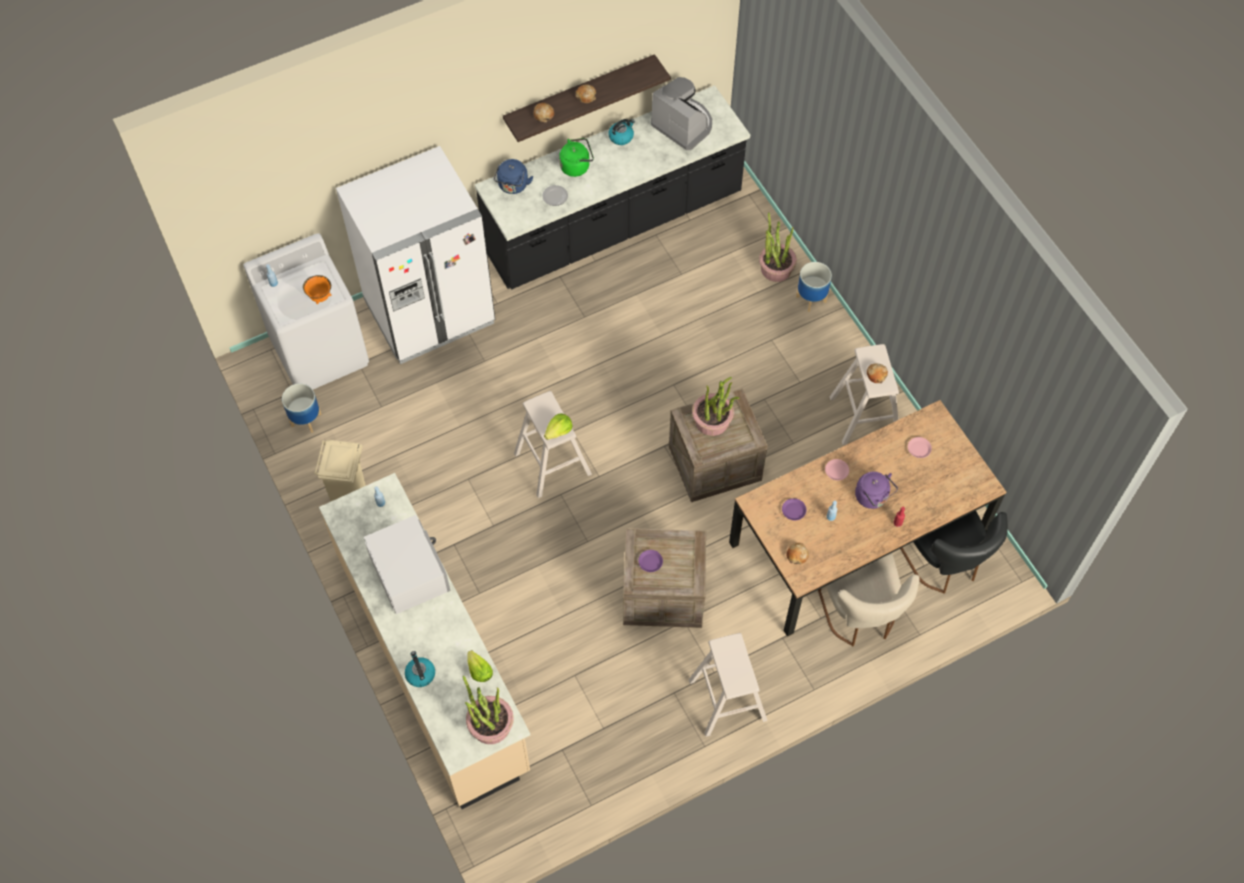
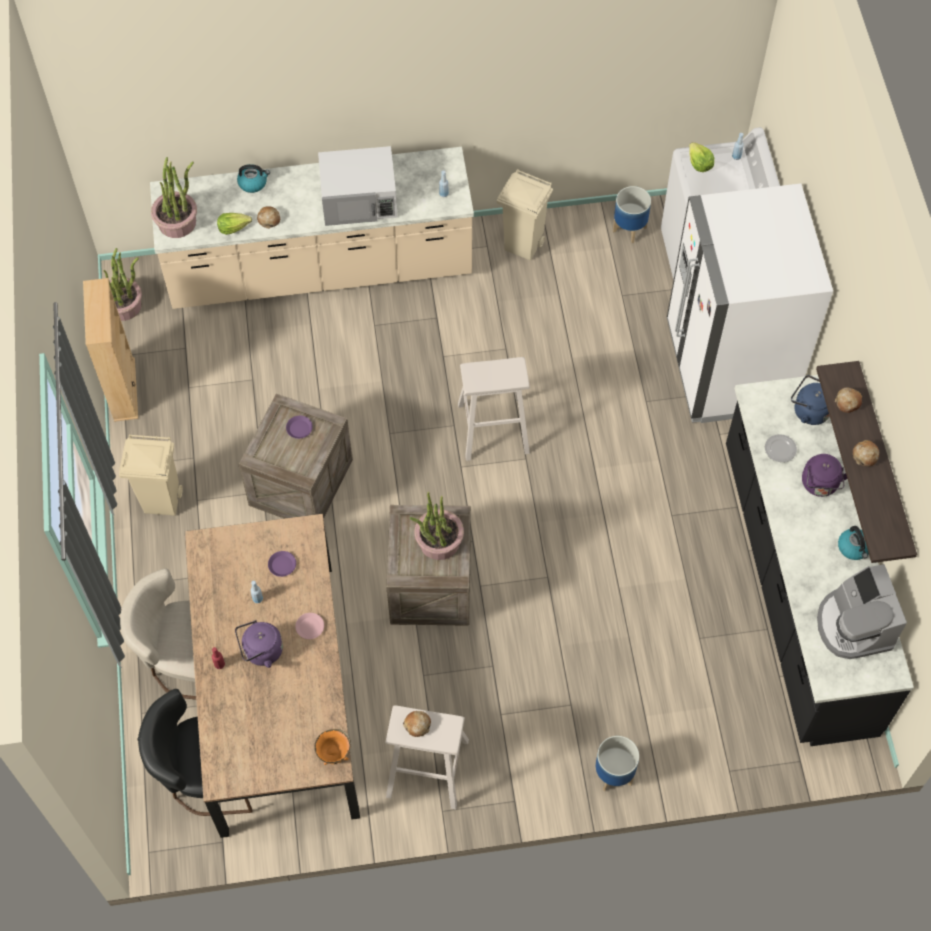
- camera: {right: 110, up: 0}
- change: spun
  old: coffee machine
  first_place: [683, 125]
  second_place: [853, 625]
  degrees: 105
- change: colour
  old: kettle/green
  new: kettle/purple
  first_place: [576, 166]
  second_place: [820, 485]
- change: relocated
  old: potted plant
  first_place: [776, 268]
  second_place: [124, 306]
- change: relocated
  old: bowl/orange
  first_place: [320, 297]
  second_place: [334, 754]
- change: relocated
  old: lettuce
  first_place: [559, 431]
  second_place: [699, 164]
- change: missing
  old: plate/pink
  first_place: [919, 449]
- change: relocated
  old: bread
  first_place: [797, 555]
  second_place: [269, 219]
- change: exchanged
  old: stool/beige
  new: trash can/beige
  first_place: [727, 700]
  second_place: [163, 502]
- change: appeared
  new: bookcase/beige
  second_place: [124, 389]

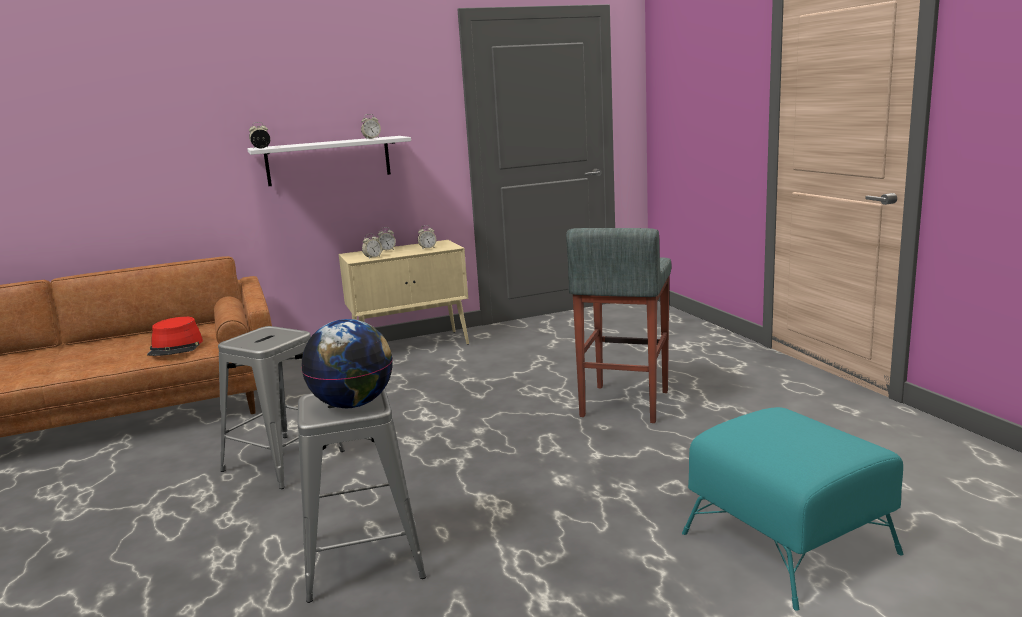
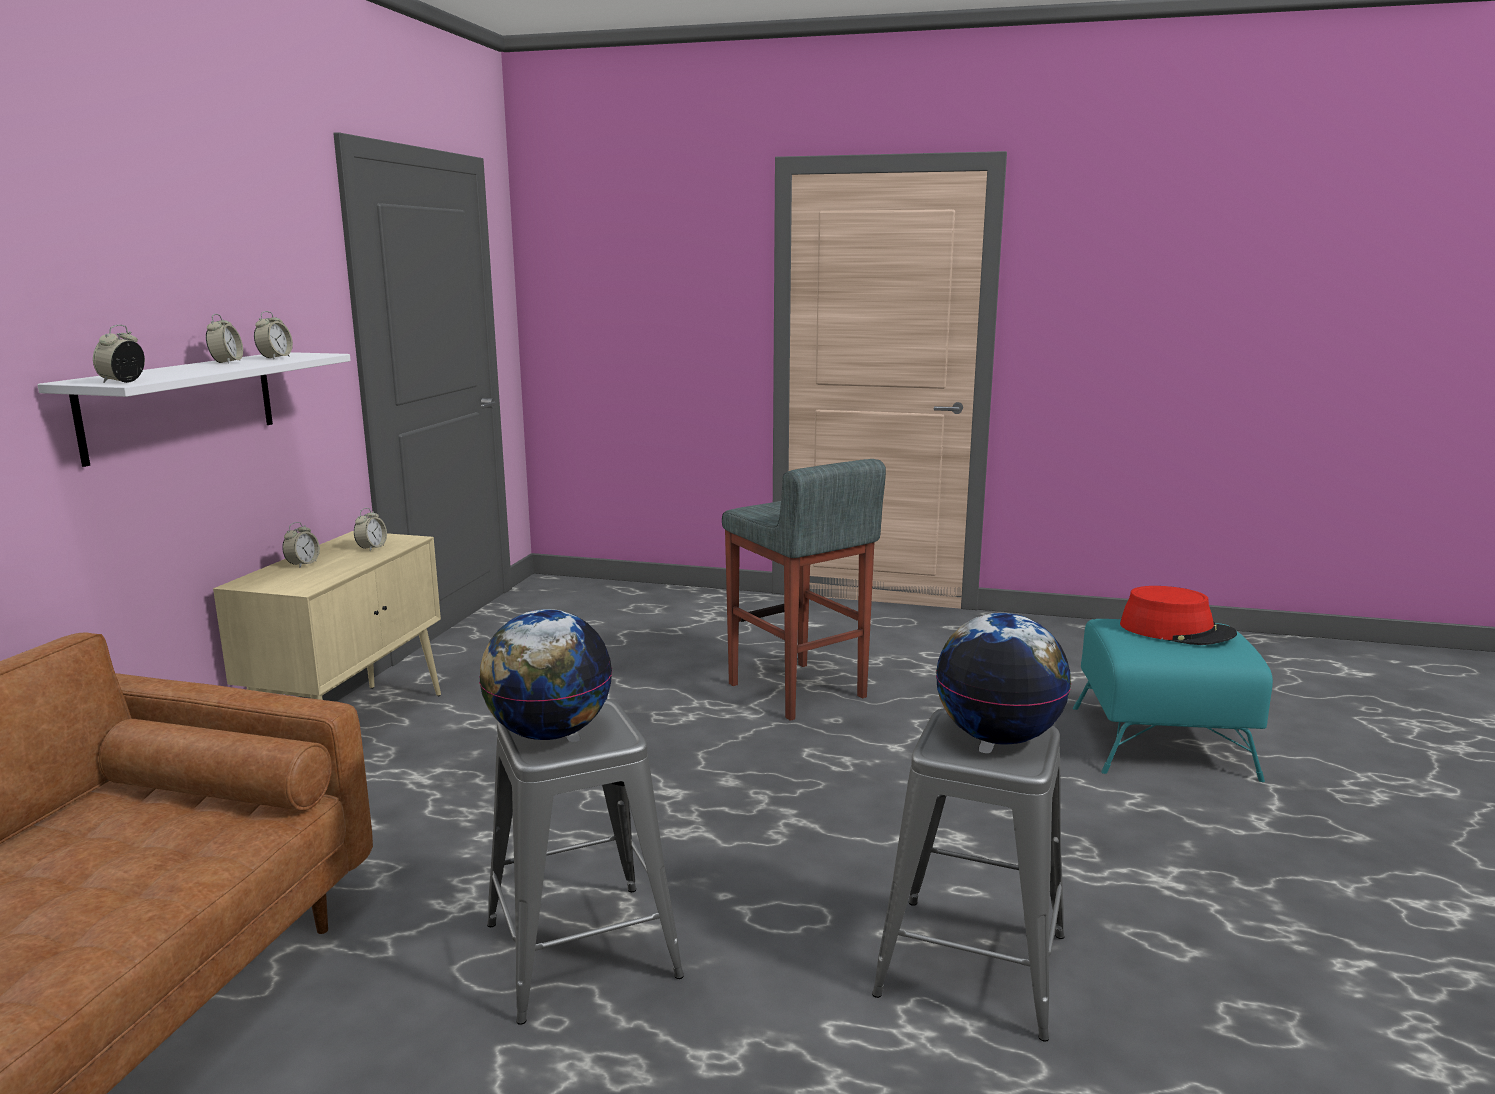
- camera: {right: -55, up: 0}
- change: relocated
  old: alarm clock
  first_place: [373, 257]
  second_place: [227, 362]
- change: relocated
  old: hat/red
  first_place: [176, 347]
  second_place: [1176, 630]
- change: appeared
  new: globe
  second_place: [549, 733]

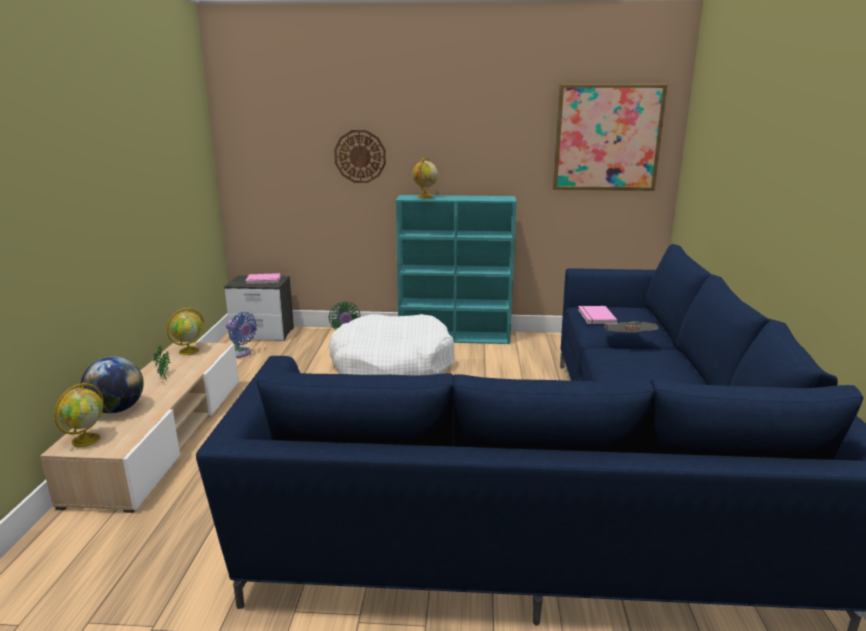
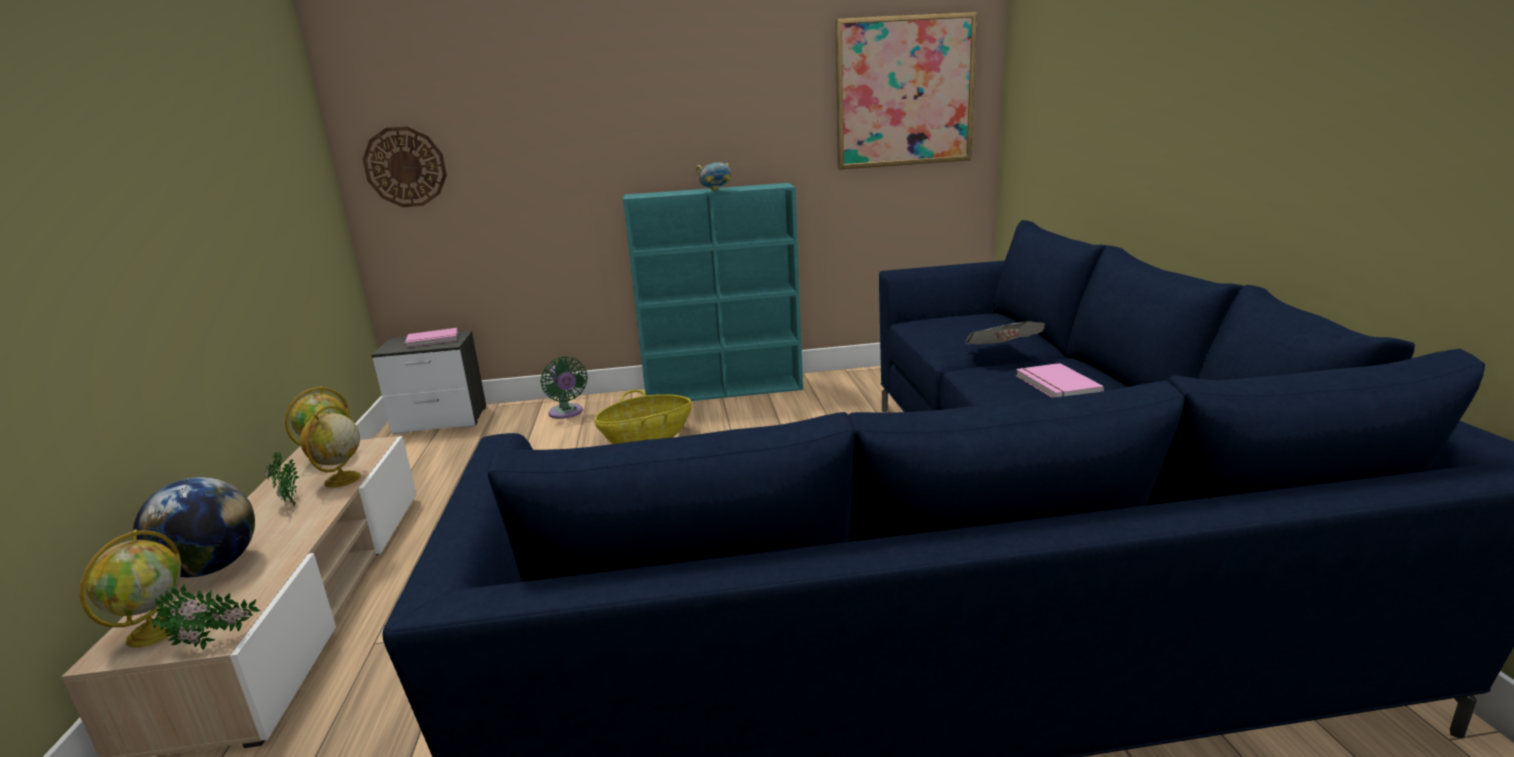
- camera: {right: -10, up: 0}
- change: relocated
  old: wall clock
  first_place: [360, 156]
  second_place: [405, 167]
- change: relocated
  old: globe
  first_place: [425, 197]
  second_place: [342, 480]
- change: relocated
  old: book/pink
  first_place: [595, 316]
  second_place: [1055, 385]
- change: missing
  old: fan/blue
  first_place: [240, 353]
- change: exchanged
  old: dog bed/white
  new: basket
  first_place: [392, 364]
  second_place: [646, 438]
- change: appeared
  new: bowl
  second_place: [716, 191]
- change: appeared
  new: potted plant
  second_place: [216, 643]

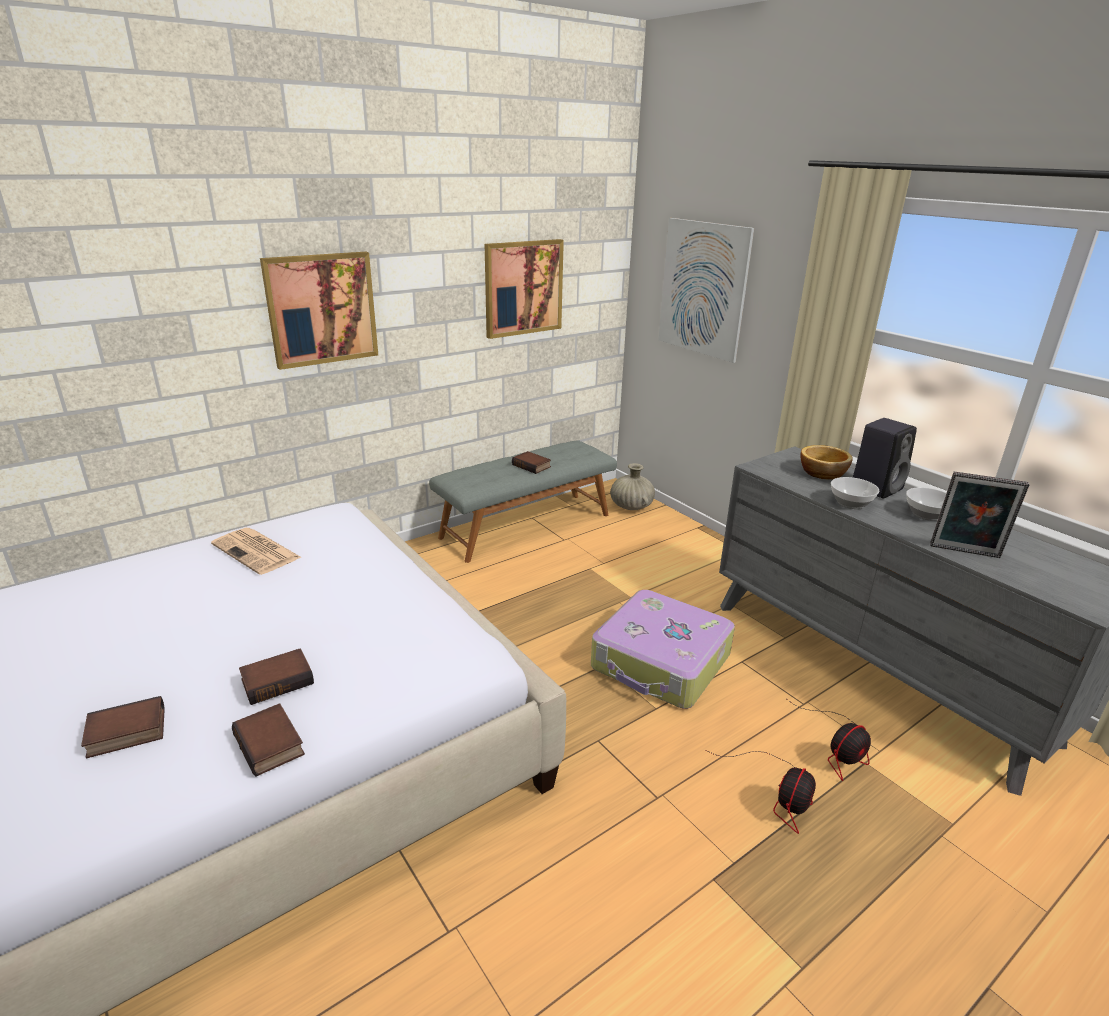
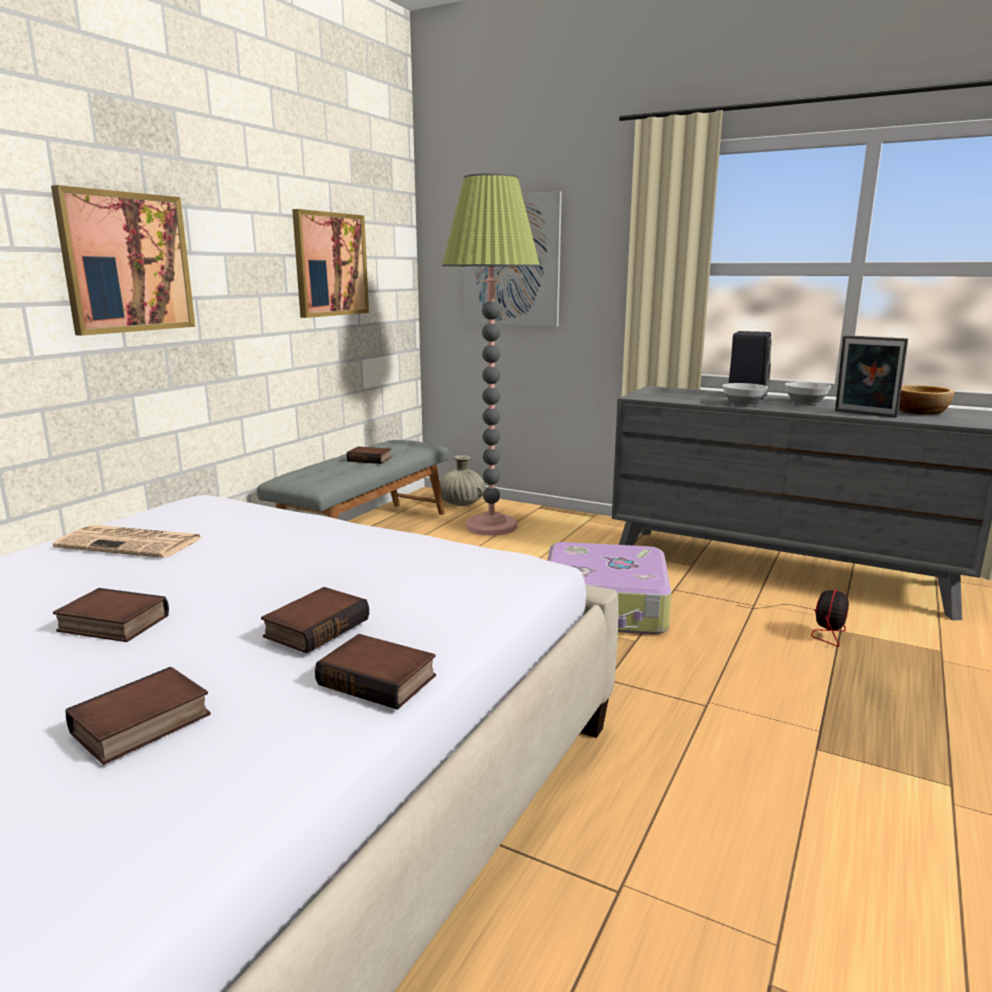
- camera: {right: -25, up: -10}
- change: relocated
  old: bowl
  first_place: [823, 473]
  second_place: [920, 411]
- change: spun
  old: picture frame
  first_place: [965, 553]
  second_place: [864, 414]
  degrees: 45
- change: missing
  old: fan
  first_place: [779, 794]
- change: appeared
  new: floor lamp
  second_place: [491, 526]
- change: appeared
  new: book
  second_place: [110, 624]

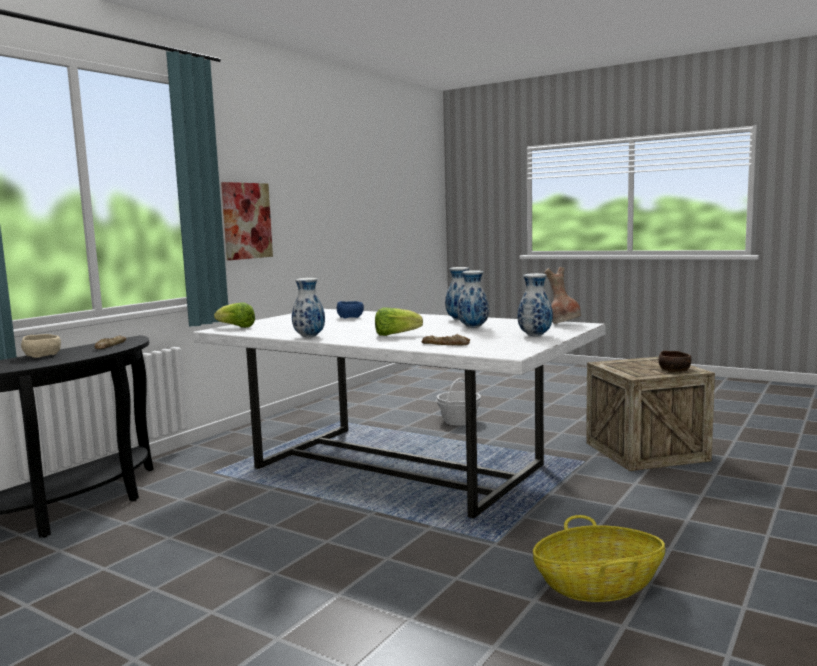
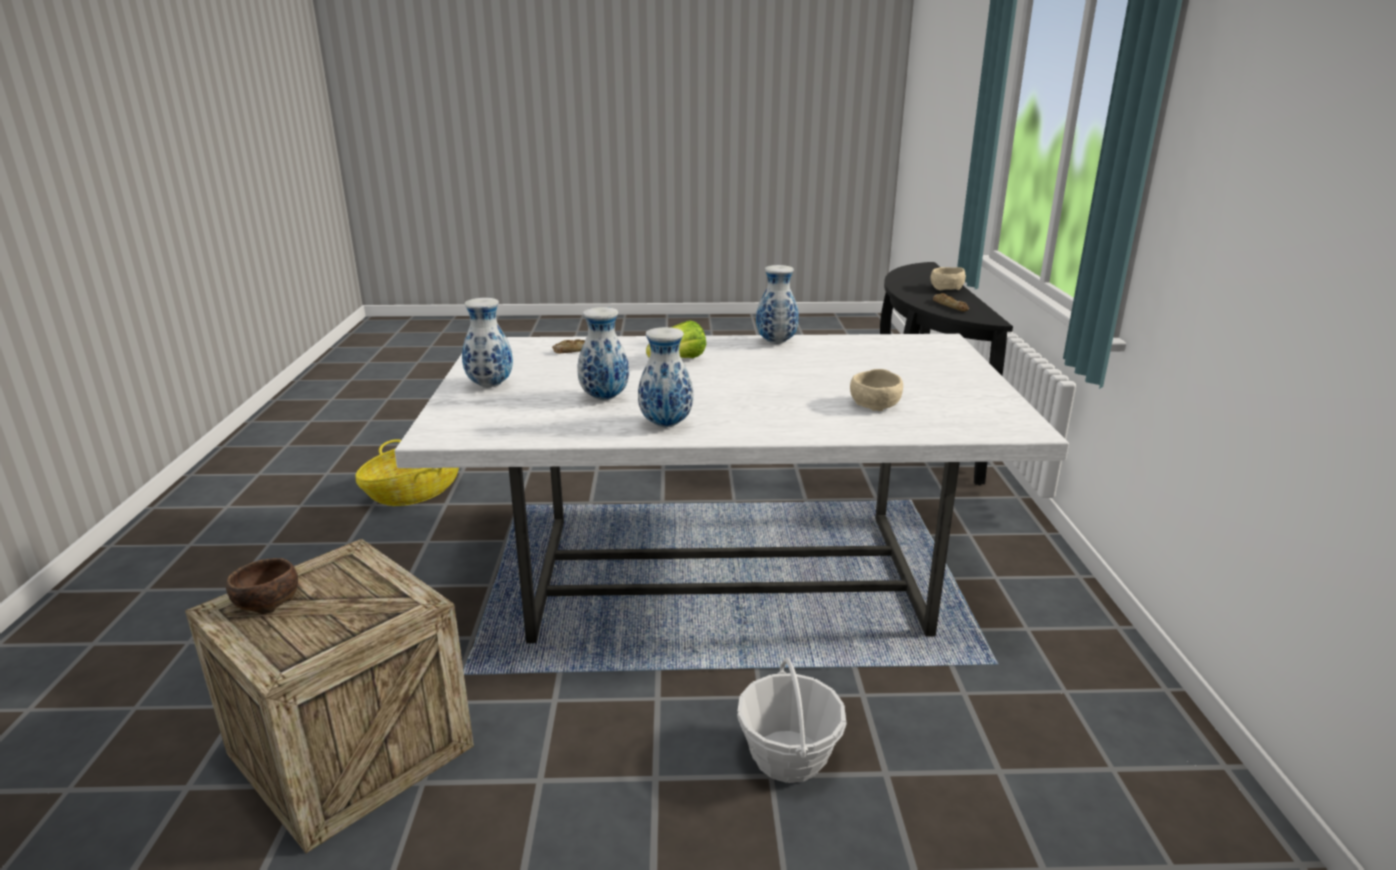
- camera: {right: 145, up: 15}
- change: missing
  old: picture
  first_place: [246, 221]
- change: missing
  old: vase/brown
  first_place: [564, 324]
- change: colour
  old: bowl/blue
  new: bowl/beige
  first_place: [351, 317]
  second_place: [875, 405]
- change: missing
  old: lettuce
  first_place: [236, 327]

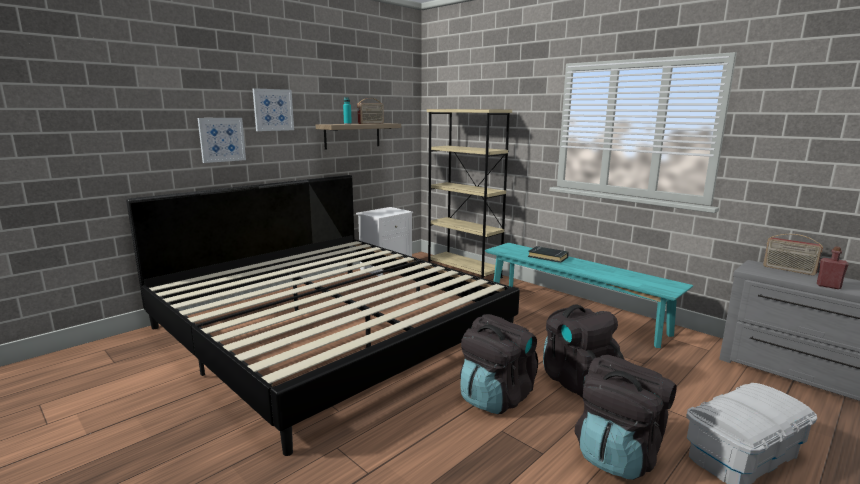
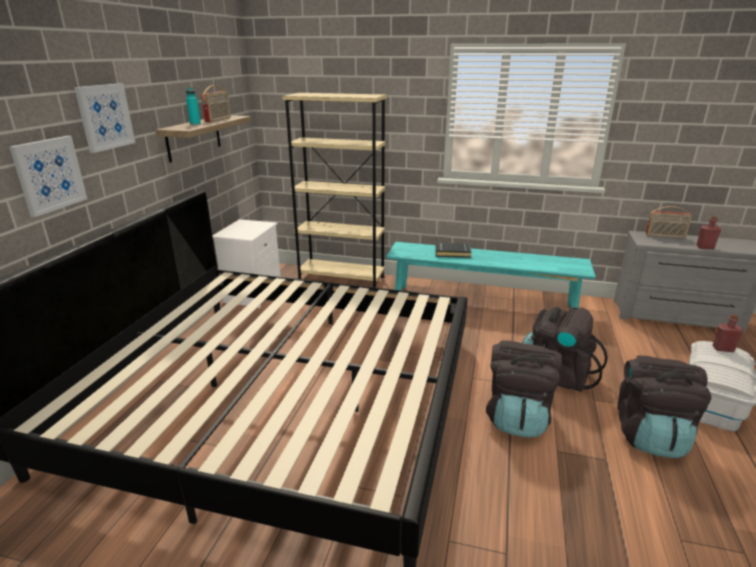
- camera: {right: -30, up: 10}
- change: appeared
  new: bottle/red
  second_place: [723, 349]

